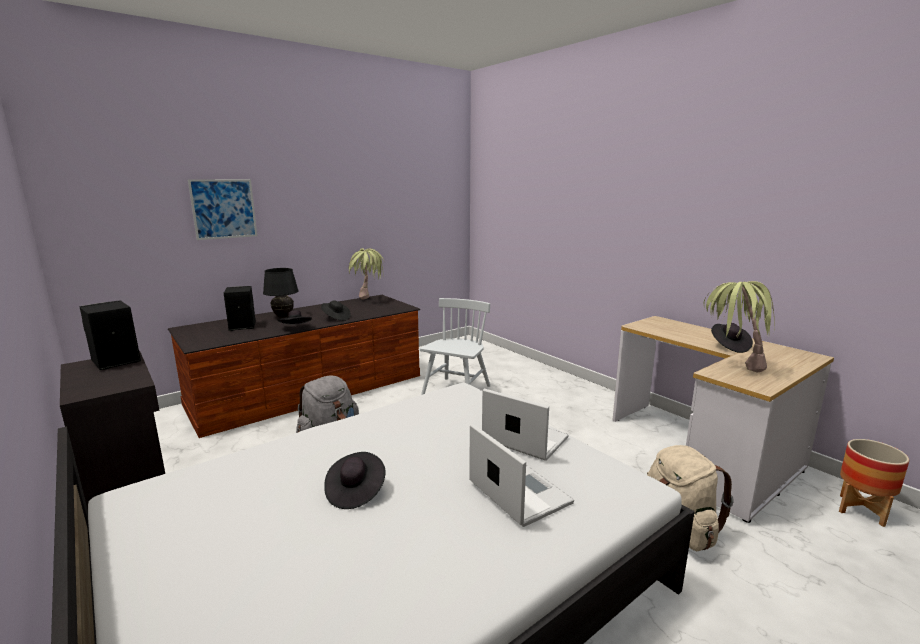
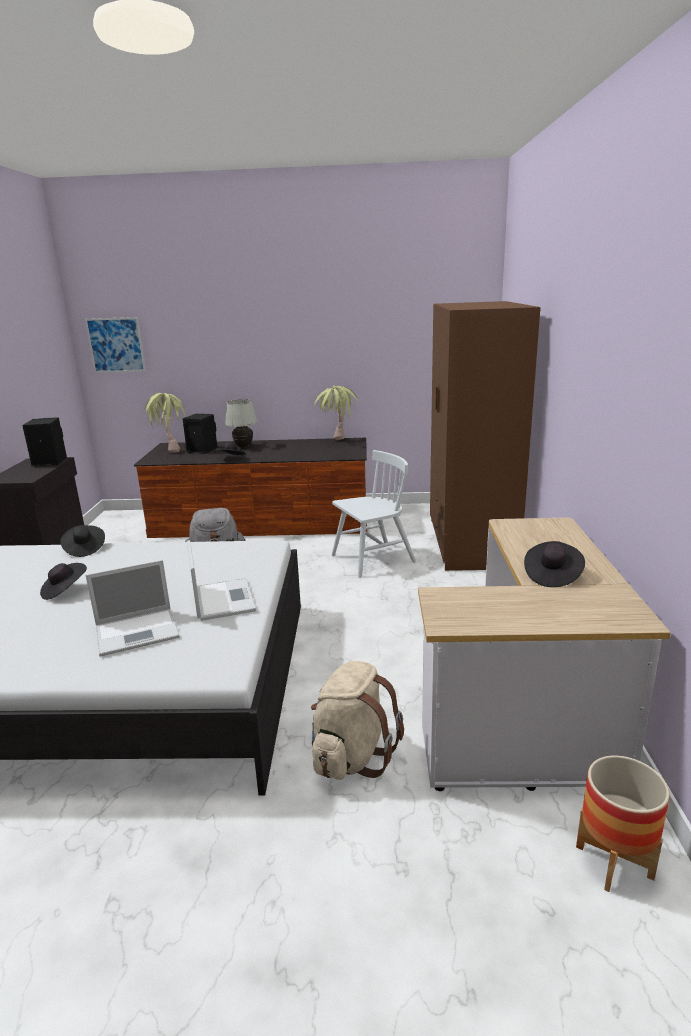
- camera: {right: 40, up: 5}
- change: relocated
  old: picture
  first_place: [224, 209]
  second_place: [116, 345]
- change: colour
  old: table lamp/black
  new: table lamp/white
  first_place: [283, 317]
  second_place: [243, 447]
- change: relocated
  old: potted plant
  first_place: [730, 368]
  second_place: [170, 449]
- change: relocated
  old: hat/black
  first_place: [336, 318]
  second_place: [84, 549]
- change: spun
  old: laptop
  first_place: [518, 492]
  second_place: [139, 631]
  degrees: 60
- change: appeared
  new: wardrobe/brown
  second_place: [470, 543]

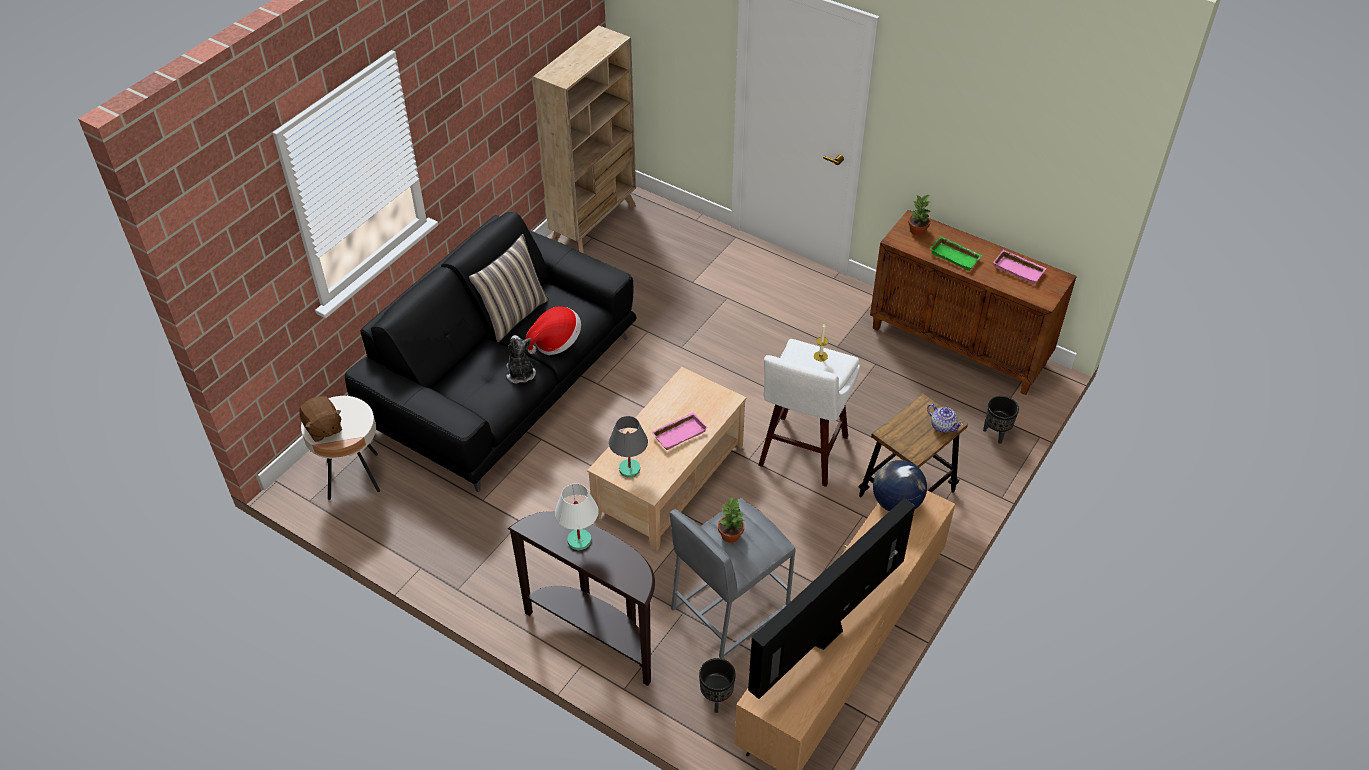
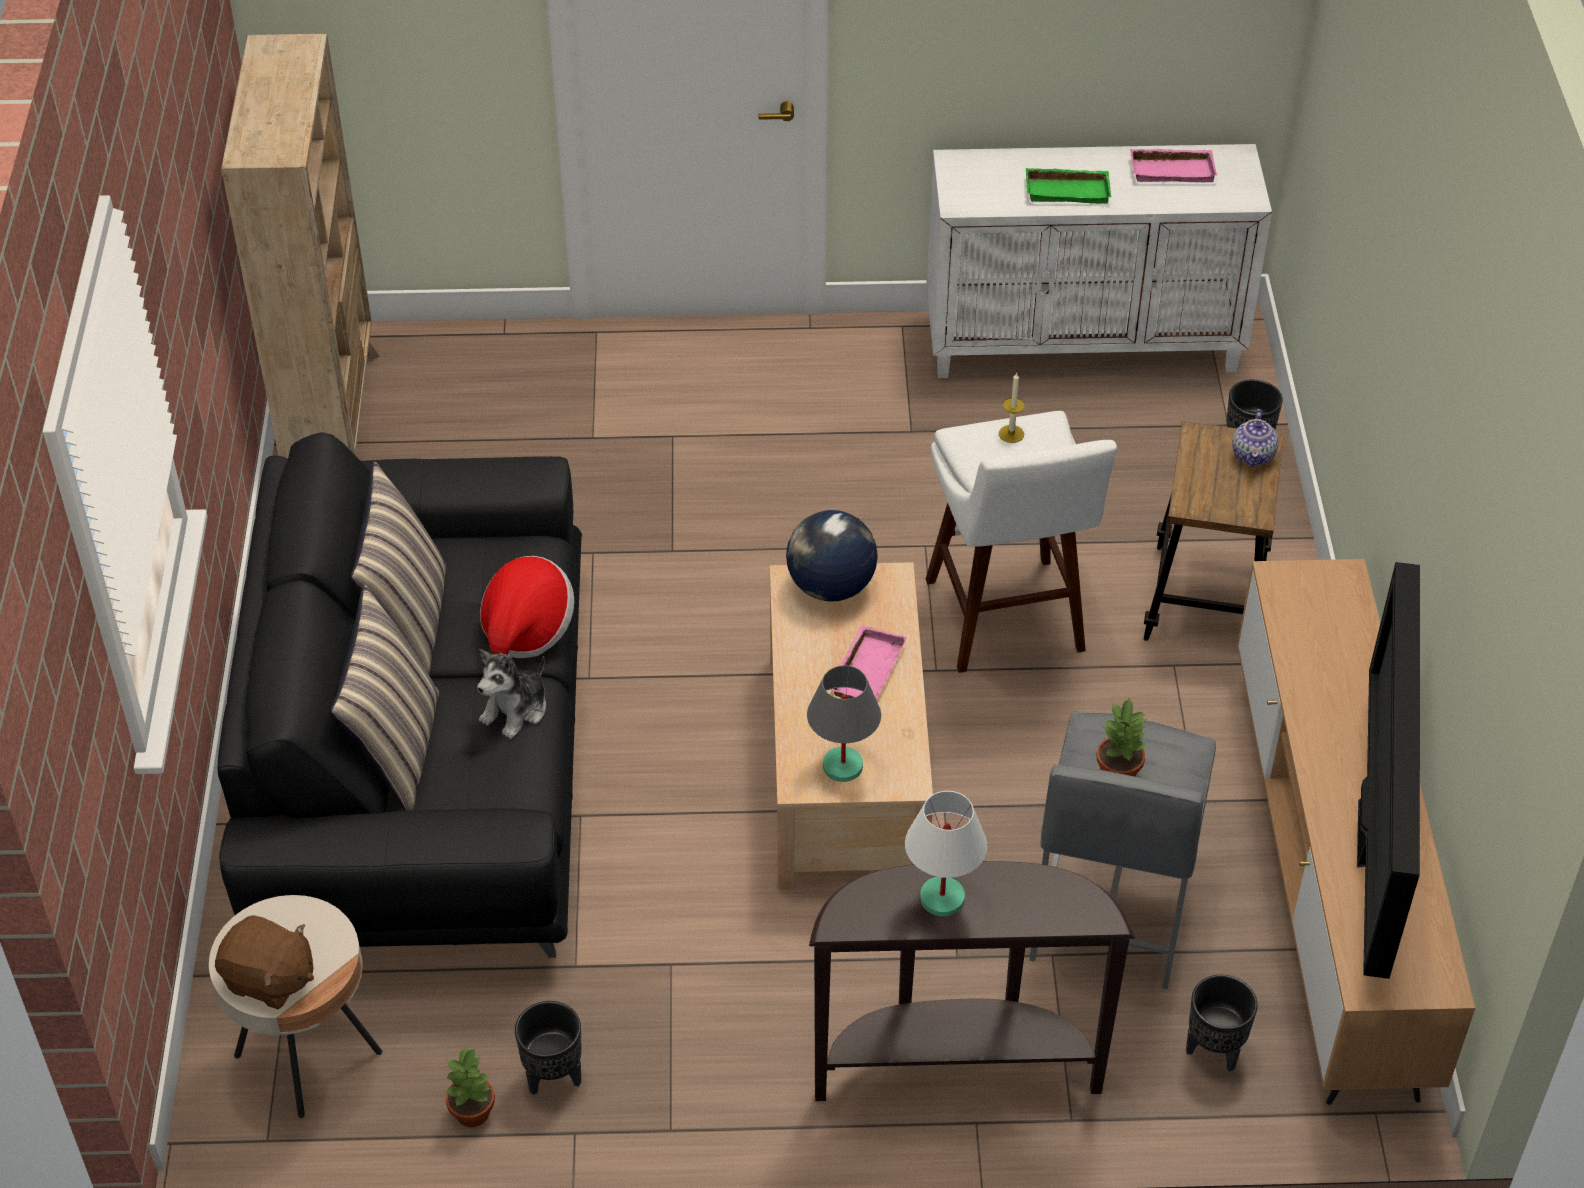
- camera: {right: -35, up: 0}
- change: relocated
  old: potted plant
  first_place: [918, 231]
  second_place: [473, 1112]
- change: colour
  old: cabinet/brown
  new: cabinet/white
  first_place: [959, 345]
  second_place: [1084, 343]
- change: spun
  old: plush toy
  first_place: [520, 373]
  second_place: [516, 710]
  degrees: -90
- change: spun
  old: teapot
  first_place: [942, 426]
  second_place: [1253, 454]
  degrees: 90
- change: relocated
  old: globe
  first_place: [896, 503]
  second_place: [830, 586]
- change: appeared
  new: pillow
  second_place: [396, 749]
- change: appeared
  new: planter/black
  second_place: [552, 1077]

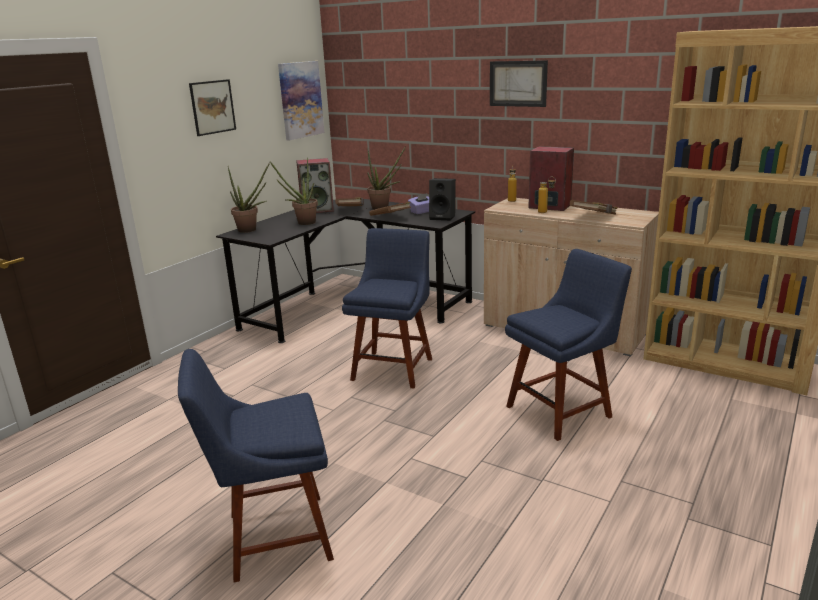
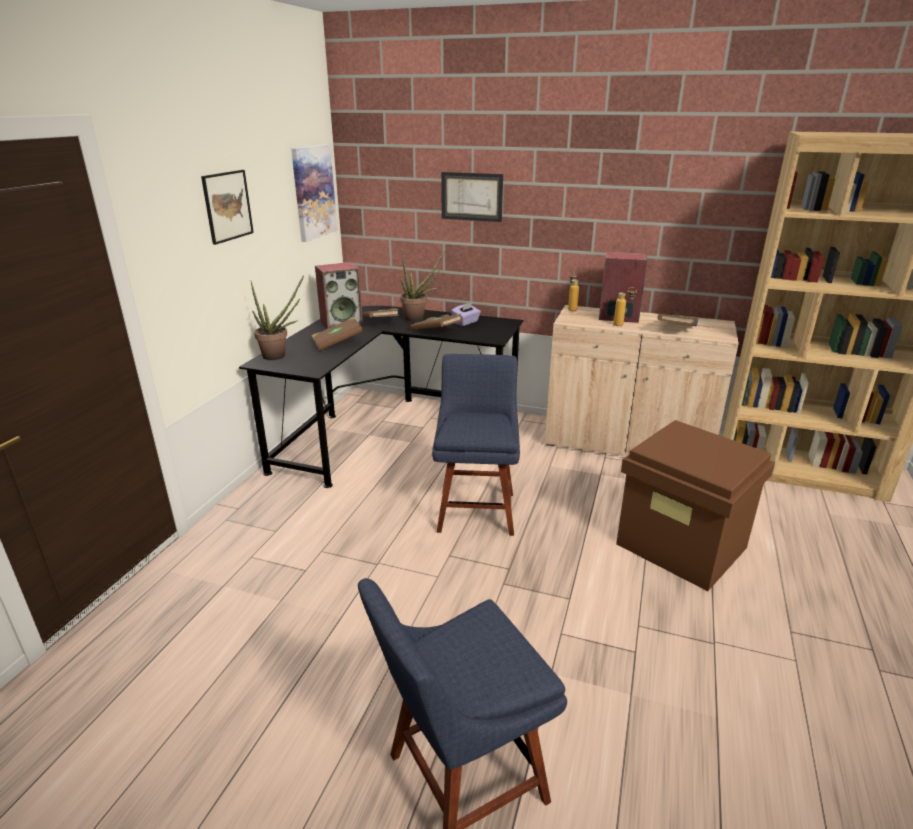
- camera: {right: -15, up: 5}
- change: relocated
  old: picture
  first_place: [518, 83]
  second_place: [472, 196]
- change: exchanged
  old: potted plant
  new: book/brown
  first_place: [302, 223]
  second_place: [337, 343]
- change: missing
  old: speaker/black
  first_place: [443, 217]
- change: exchanged
  old: chair/blue
  new: storage box/brown
  first_place: [562, 410]
  second_place: [682, 546]

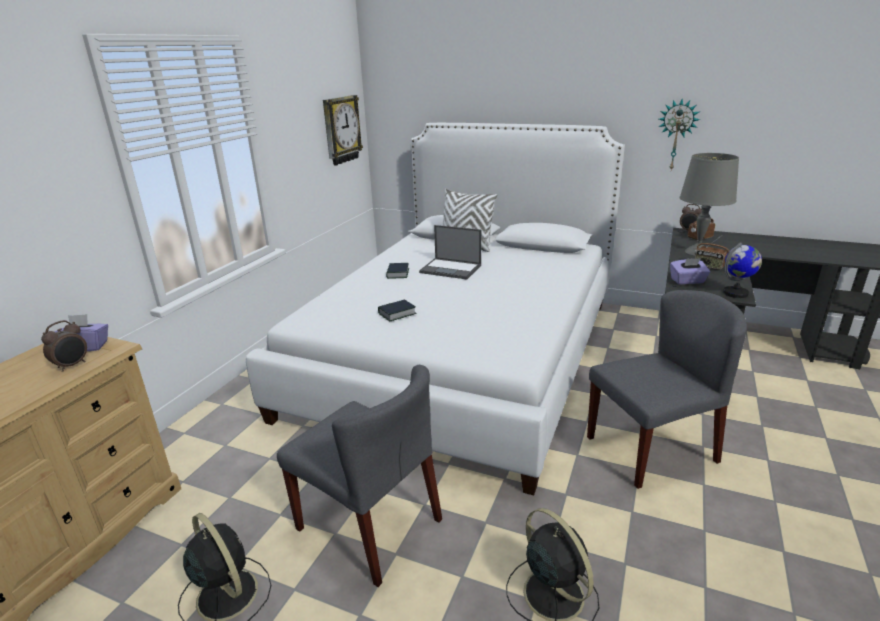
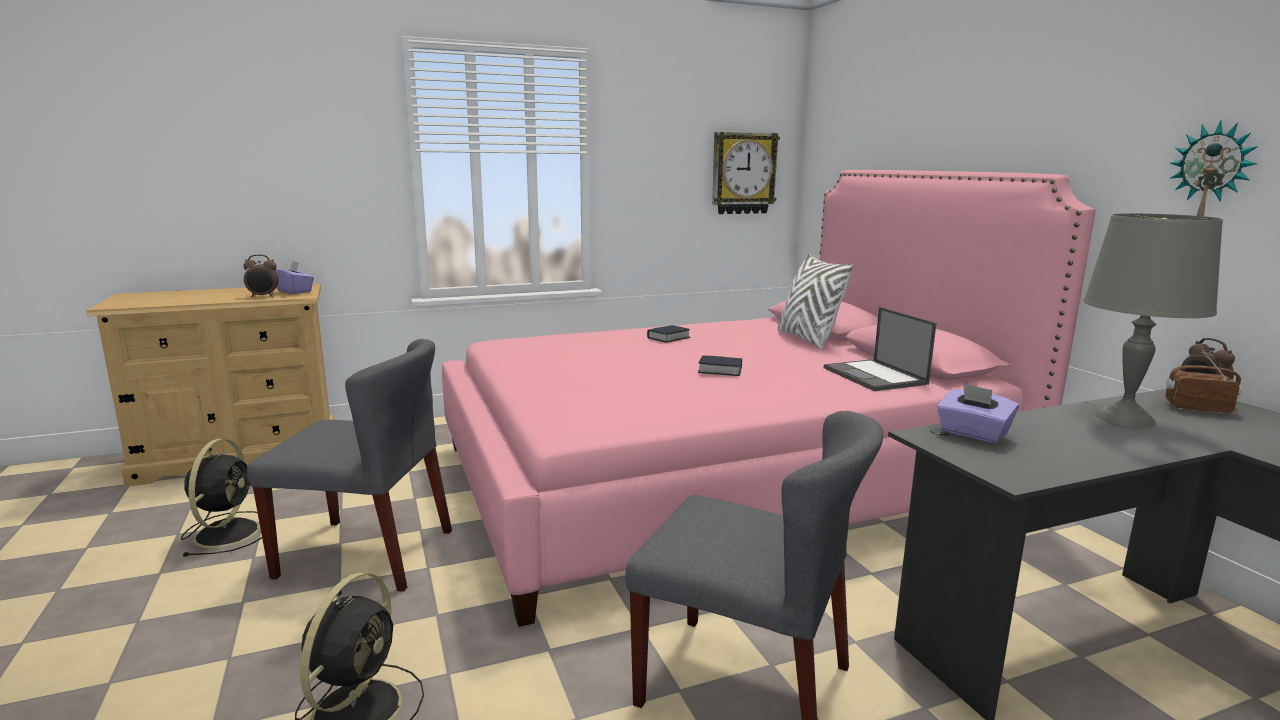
- camera: {right: 45, up: -10}
- change: colour
  old: bed/white
  new: bed/pink
  first_place: [461, 355]
  second_place: [718, 476]
- change: relocated
  old: laptop
  first_place: [451, 269]
  second_place: [875, 376]
- change: missing
  old: radio
  first_place: [709, 266]
- change: missing
  old: globe
  first_place: [735, 293]
- change: relocated
  old: book
  first_place: [397, 314]
  second_place: [720, 370]
- change: spun
  old: chair/grey
  first_place: [370, 525]
  second_place: [367, 553]
  degrees: -75

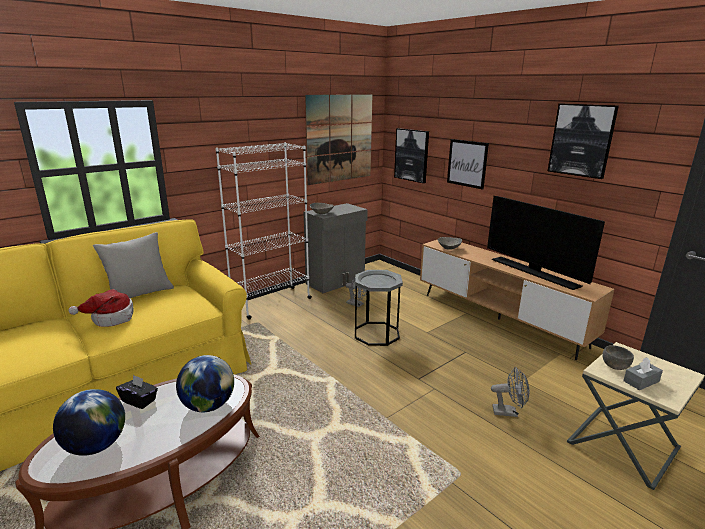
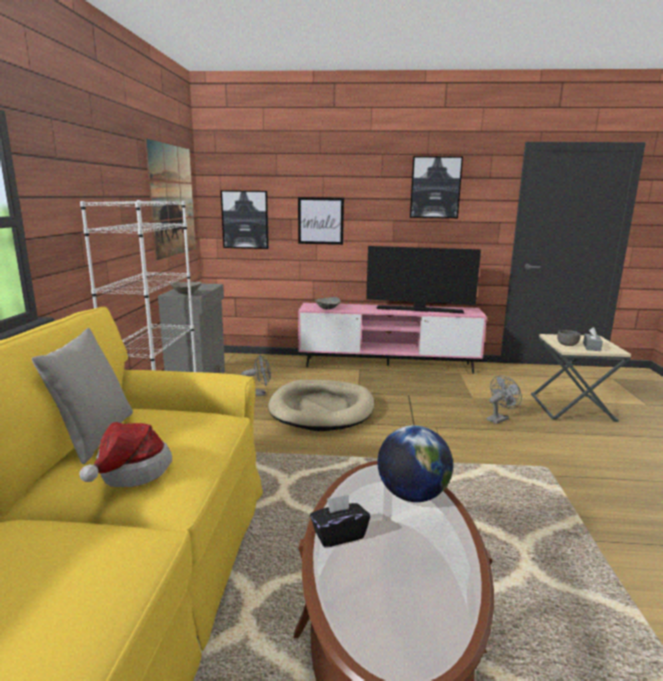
- camera: {right: -45, up: -5}
- change: colour
  old: tv stand/brown
  new: tv stand/pink
  first_place: [498, 319]
  second_place: [387, 365]
- change: exchanged
  old: side table/grey
  new: dog bed/beige
  first_place: [376, 333]
  second_place: [322, 409]
- change: missing
  old: globe
  first_place: [96, 446]

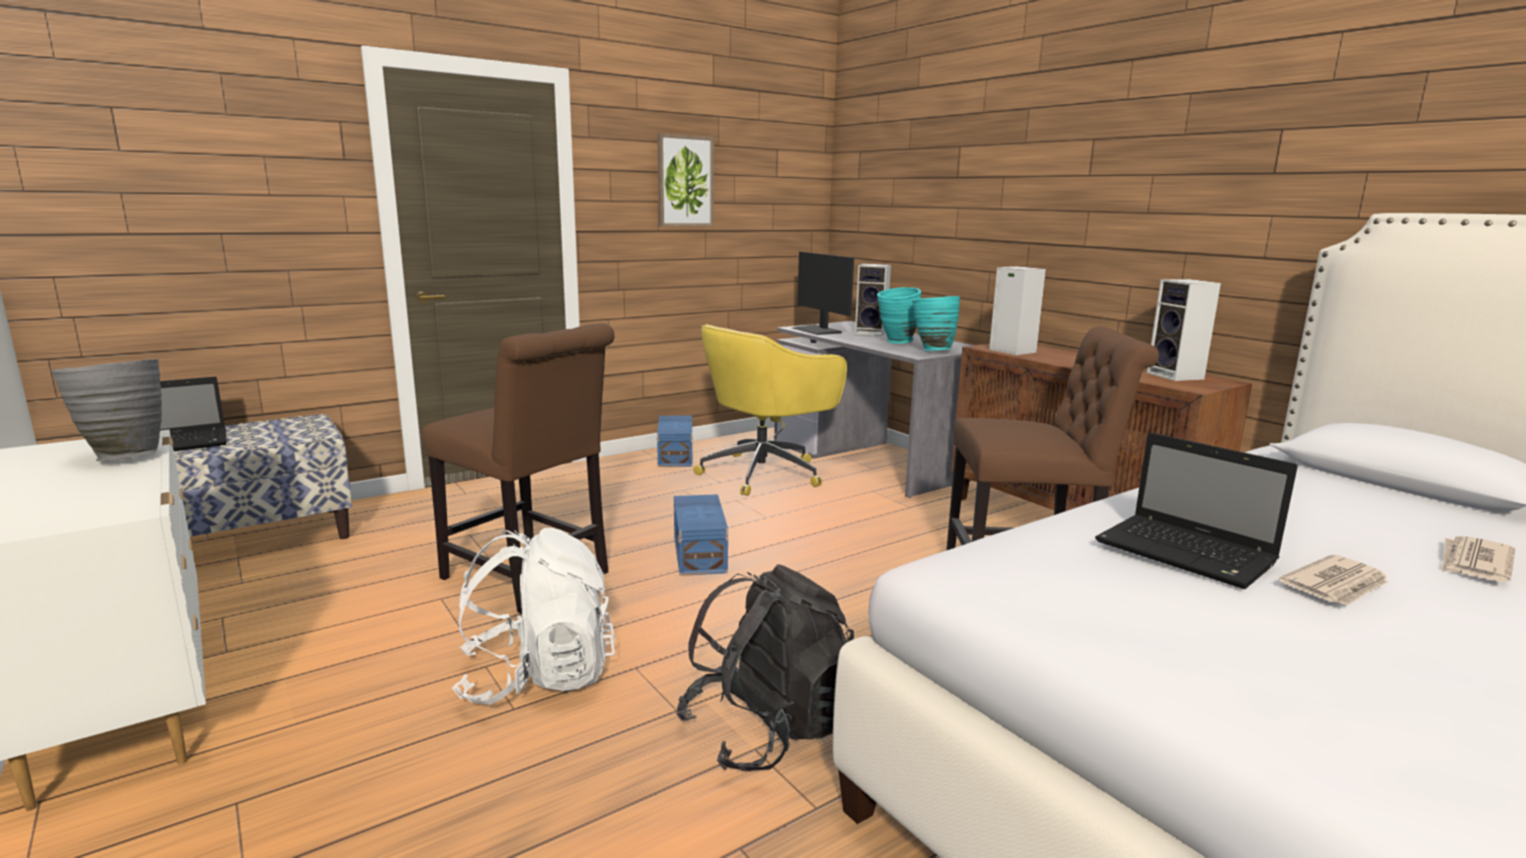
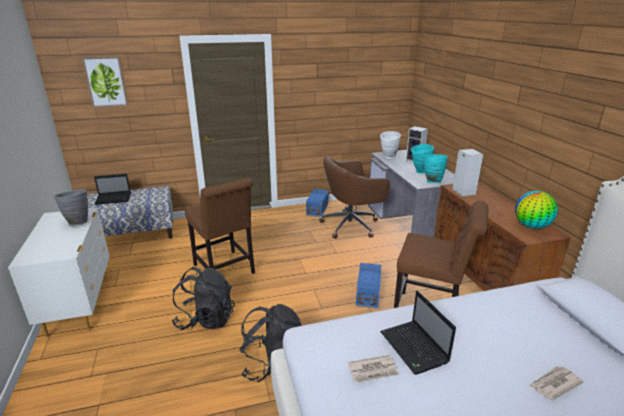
- camera: {right: 20, up: 10}
- change: relocated
  old: picture
  first_place: [685, 181]
  second_place: [106, 82]
- change: exchanged
  old: monitor
  new: vase/white
  first_place: [817, 330]
  second_place: [388, 157]
- change: exchanged
  old: speaker
  new: globe
  first_place: [1177, 376]
  second_place: [532, 226]
- change: colour
  old: office chair/yellow
  new: office chair/brown
  first_place: [765, 473]
  second_place: [351, 225]
- change: relocated
  old: storage box/blue
  first_place: [701, 553]
  second_place: [369, 293]
- change: colour
  old: backpack/white
  new: backpack/black
  first_place: [537, 677]
  second_place: [205, 319]
- change: relocated
  old: newspaper
  first_place: [1337, 585]
  second_place: [373, 371]

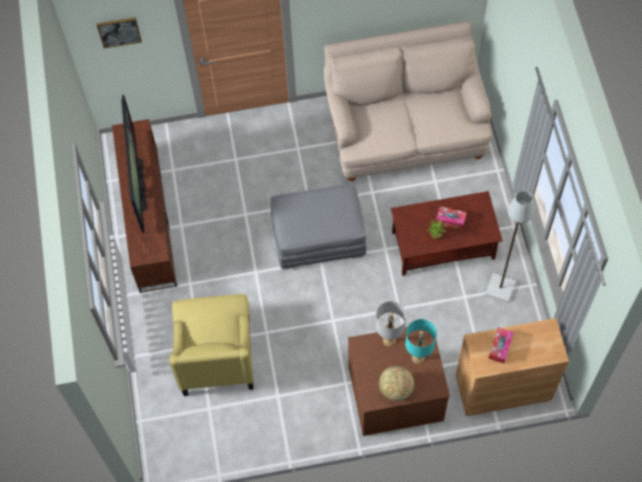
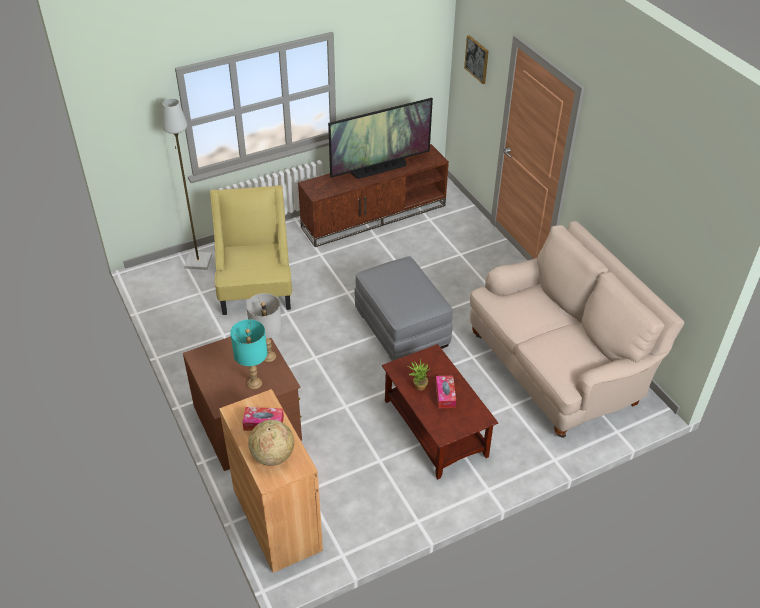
- camera: {right: 70, up: -20}
- change: relocated
  old: floor lamp/grey
  first_place: [501, 288]
  second_place: [197, 262]
- change: spun
  old: armchair/yellow
  first_place: [216, 353]
  second_place: [255, 285]
  degrees: 105
- change: relocated
  old: globe
  first_place: [395, 389]
  second_place: [272, 456]

